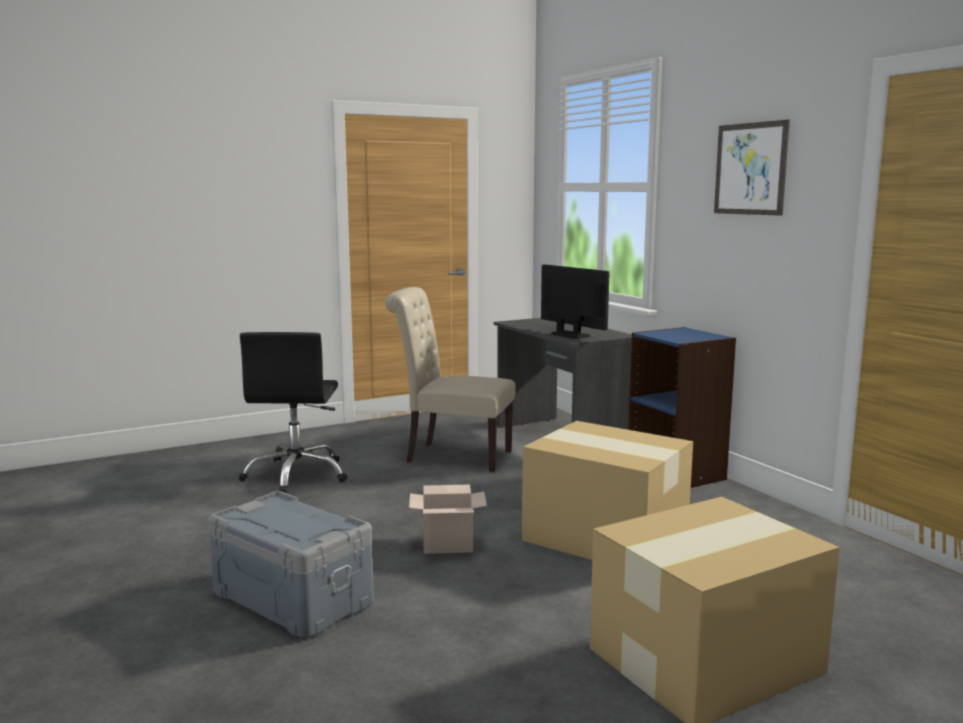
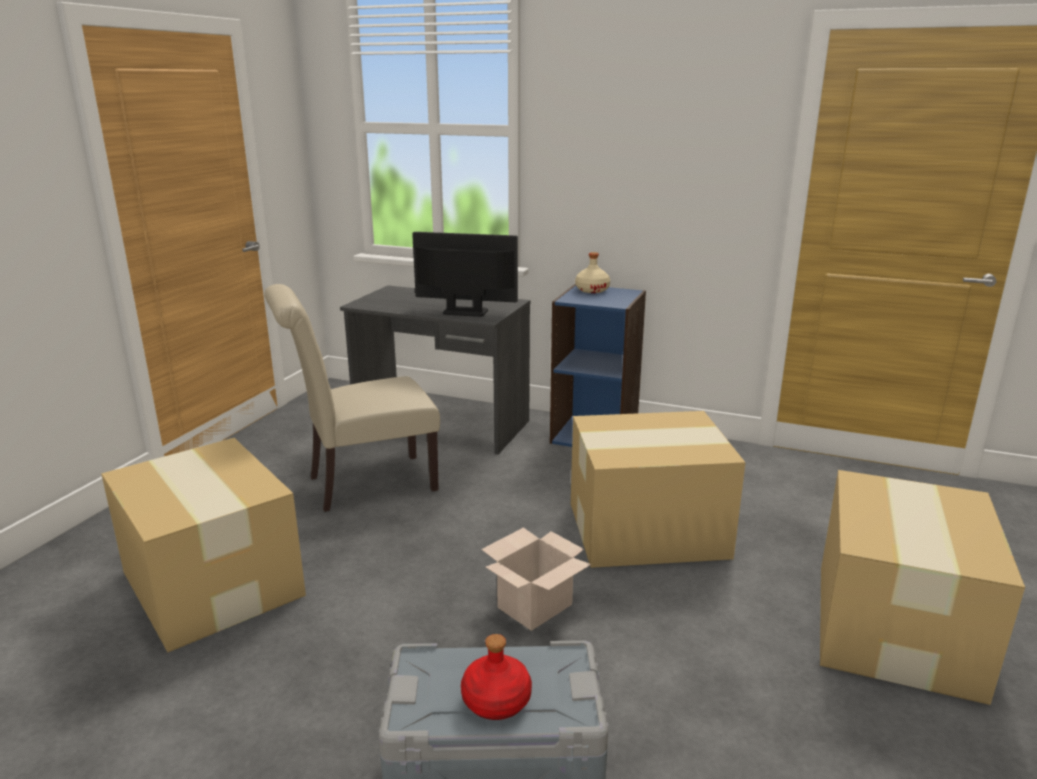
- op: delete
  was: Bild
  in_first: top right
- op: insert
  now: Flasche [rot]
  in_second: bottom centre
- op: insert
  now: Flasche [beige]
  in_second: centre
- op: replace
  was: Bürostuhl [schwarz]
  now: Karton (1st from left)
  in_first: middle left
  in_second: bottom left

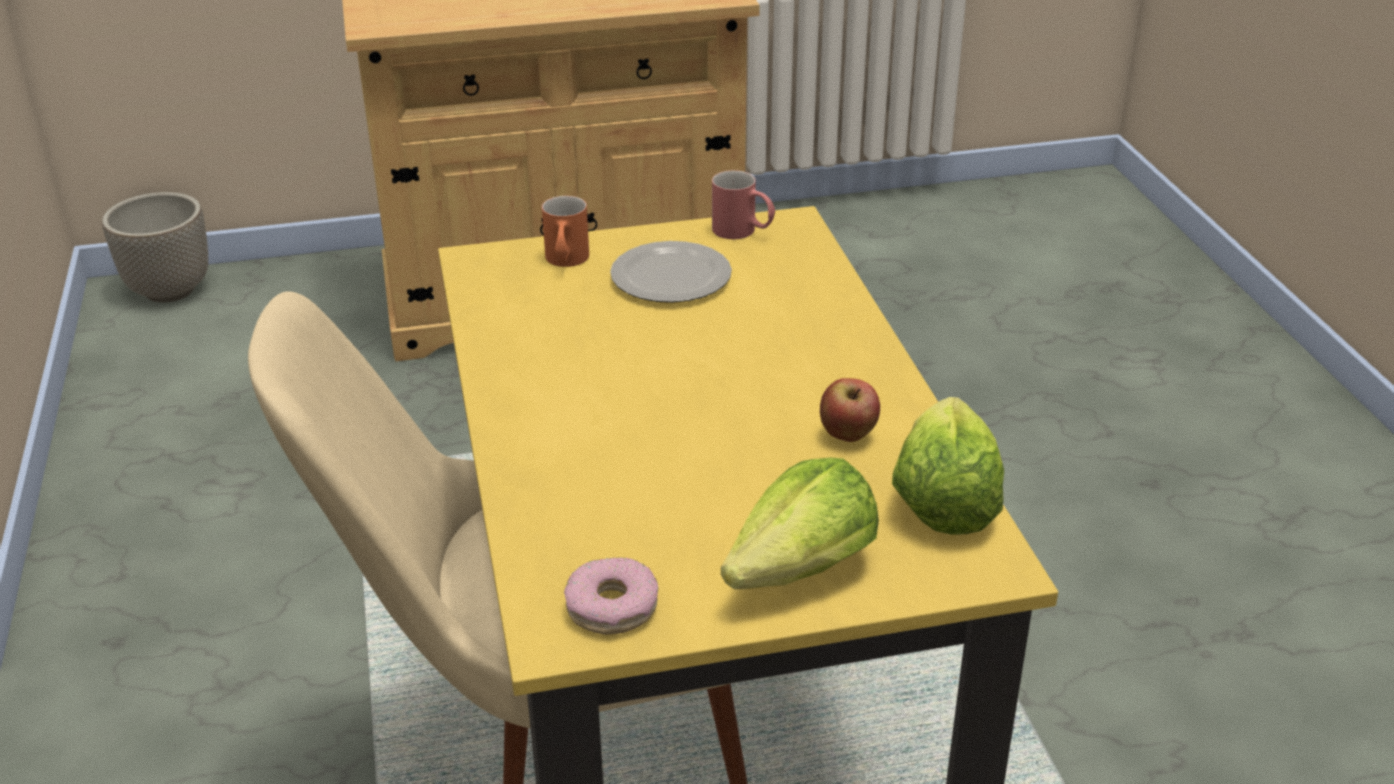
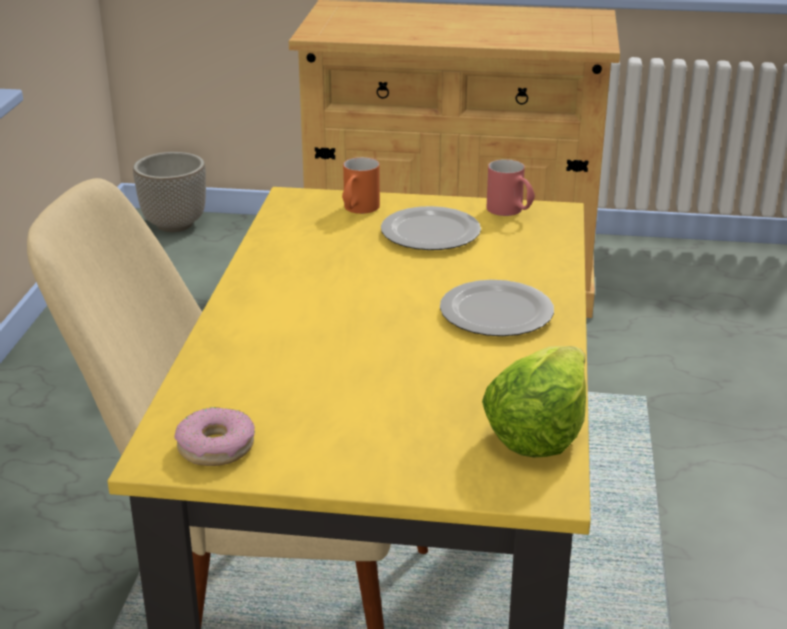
- op: delete
  was: Salatkopf (1st from left)
  in_first: bottom centre
- op: delete
  was: Apfel
  in_first: centre
- op: insert
  now: Teller (2nd from left)
  in_second: centre

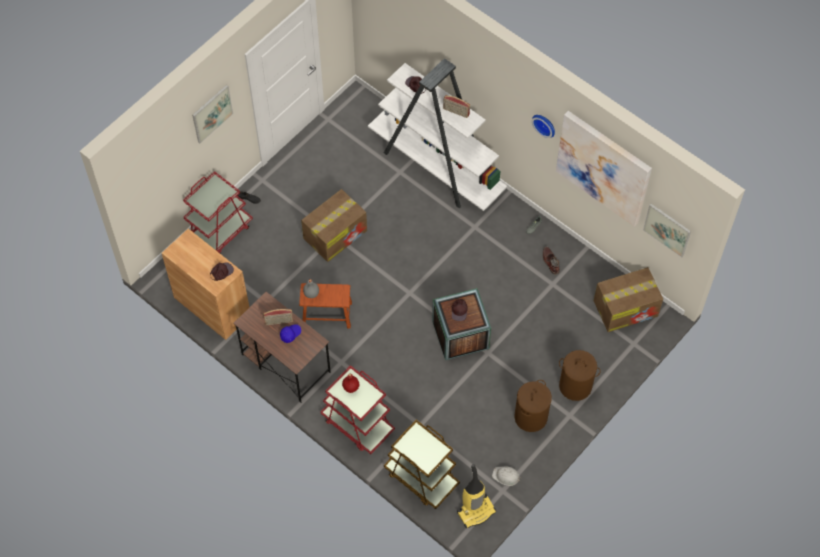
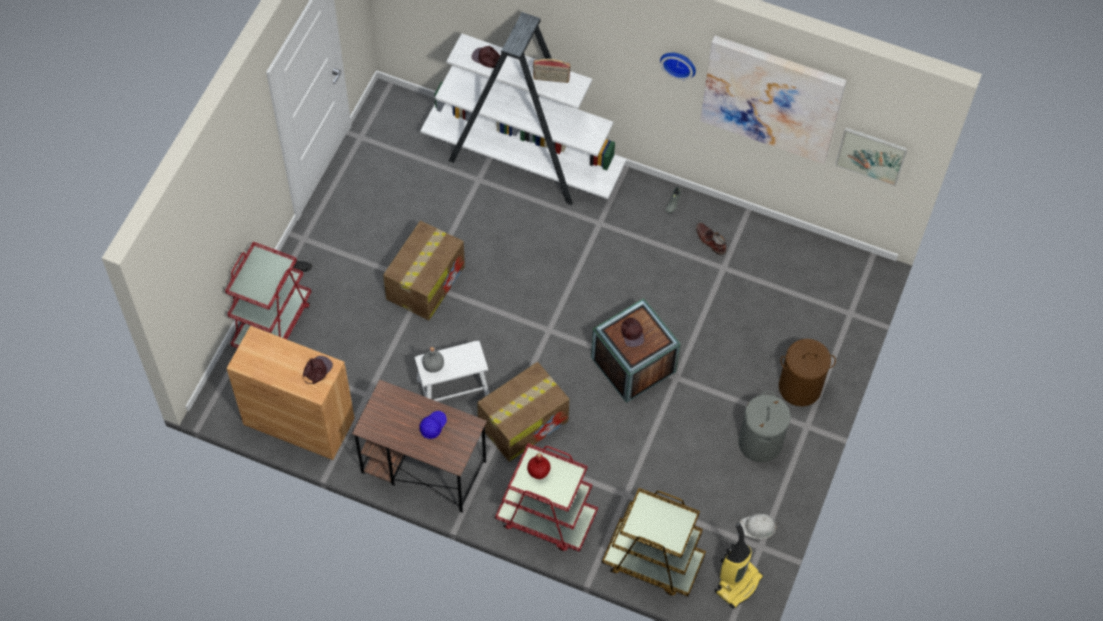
- op: delete
  was: Bild (1st from left)
  in_first: top left
- op: delete
  was: Radio (1st from left)
  in_first: centre
- op: move
  was: Karton (2nd from left)
  in_first: middle right
  in_second: centre
- op: recolor
  was: Hocker [braun]
  now: Hocker [weiß]
  in_first: centre
  in_second: centre
- op: recolor
  was: Wäschekorb [braun] (1st from left)
  now: Wäschekorb [grau]
  in_first: bottom centre
  in_second: bottom right

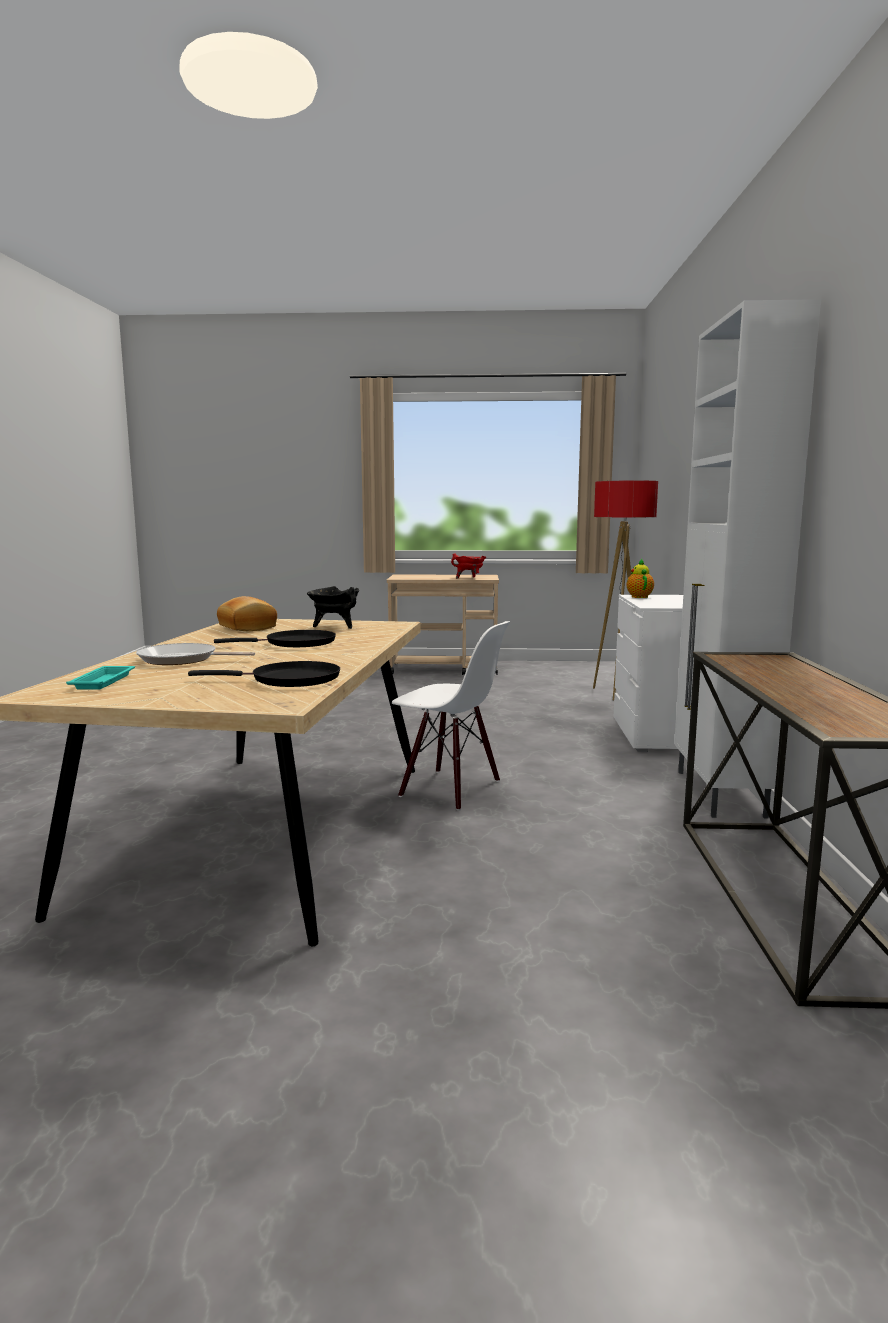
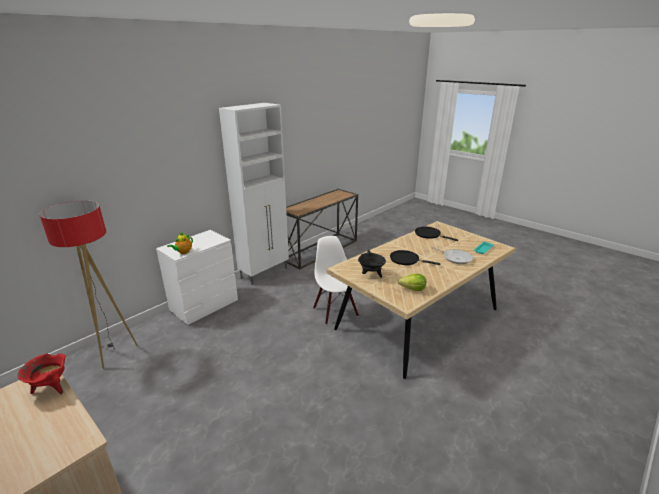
- op: replace
  was: Brot
  now: Salatkopf
  in_first: middle left
  in_second: centre

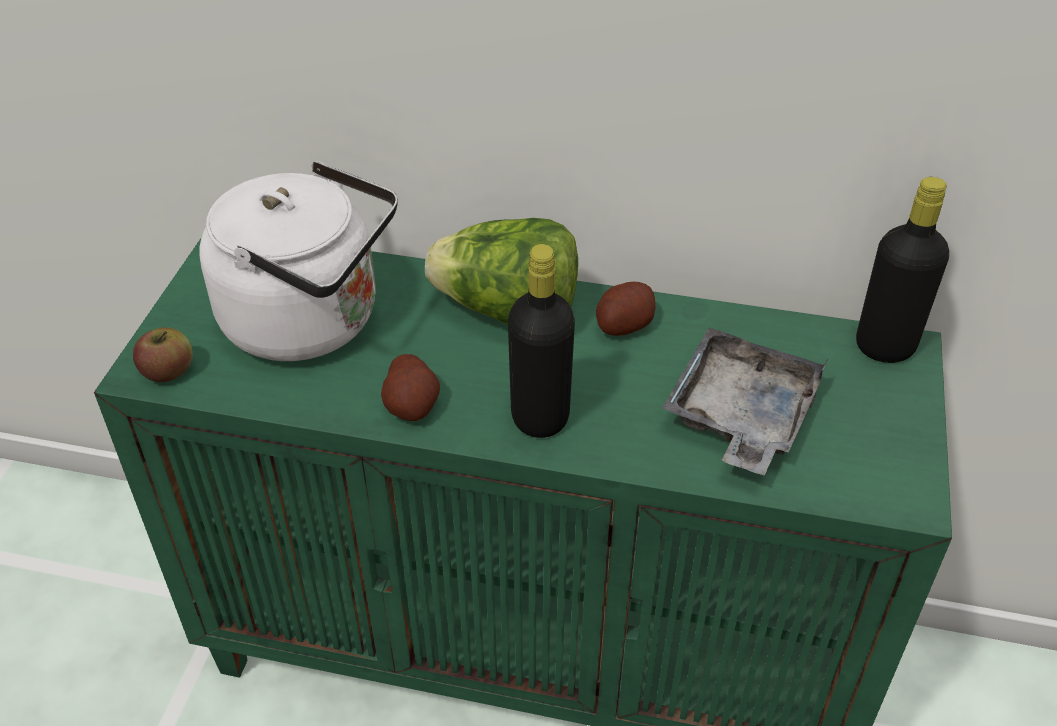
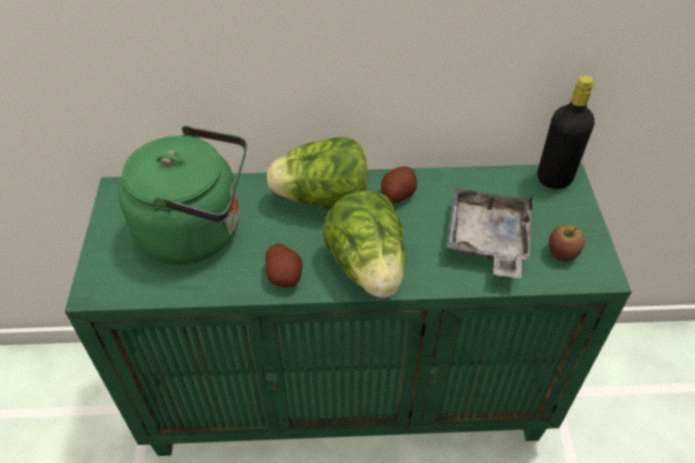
- op: move
  was: Apfel
  in_first: middle left
  in_second: middle right
- op: replace
  was: Flasche [schwarz] (1st from left)
  now: Salatkopf (2nd from left)
  in_first: centre
  in_second: centre
- op: recolor
  was: Wasserkessel [weiß]
  now: Wasserkessel [grün]
  in_first: middle left
  in_second: middle left

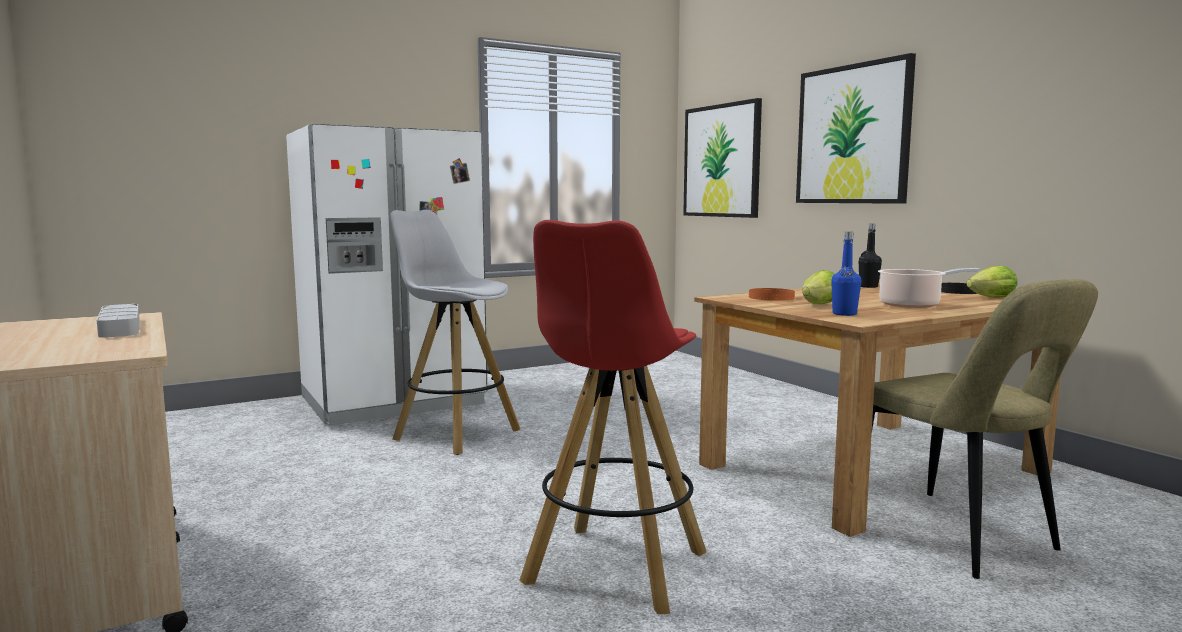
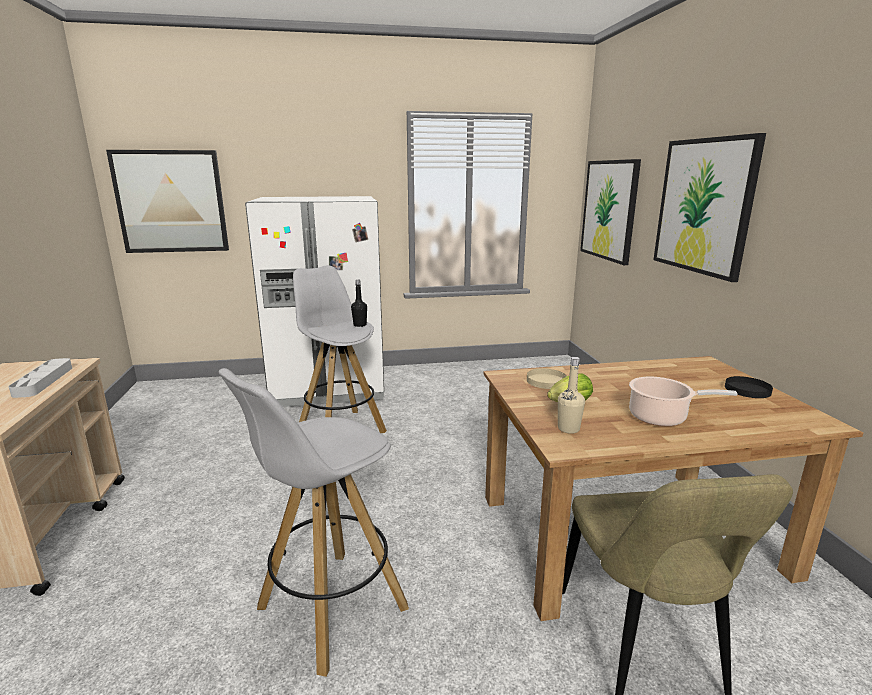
- op: delete
  was: Salatkopf (2nd from left)
  in_first: middle right
- op: insert
  now: Bild (1st from left)
  in_second: top left
- op: move
  was: Flasche [schwarz]
  in_first: middle right
  in_second: centre
- op: recolor
  was: Hocker [rot]
  now: Hocker [weiß] (1st from left)
  in_first: centre
  in_second: bottom centre
- op: recolor
  was: Teller [orange]
  now: Teller [beige]
  in_first: centre
  in_second: centre
- op: recolor
  was: Flasche [blau]
  now: Flasche [beige]
  in_first: middle right
  in_second: centre

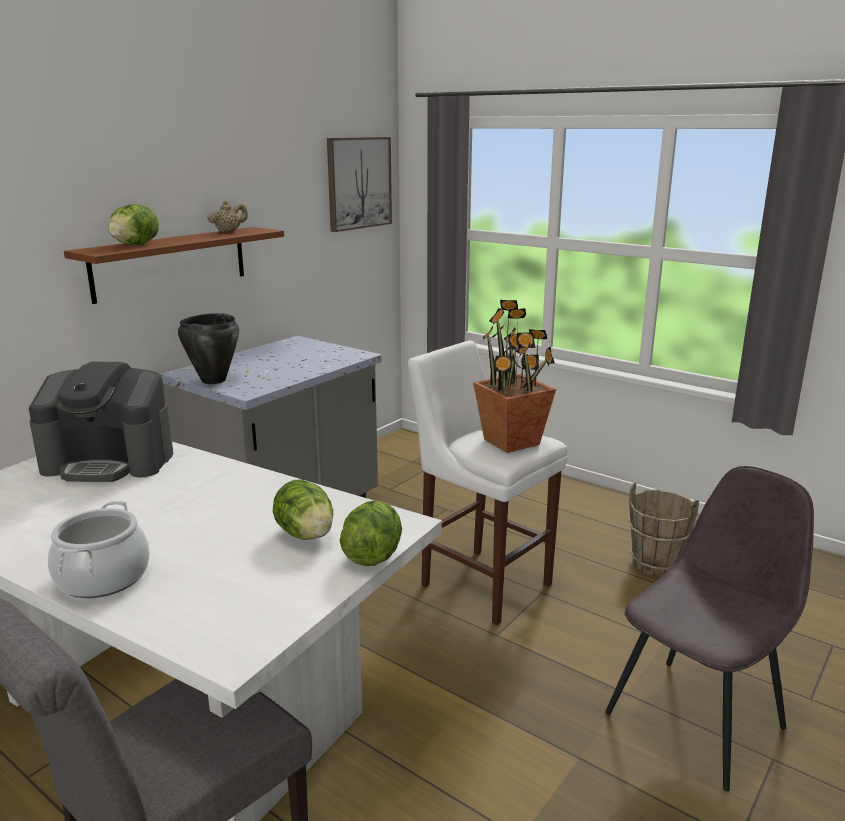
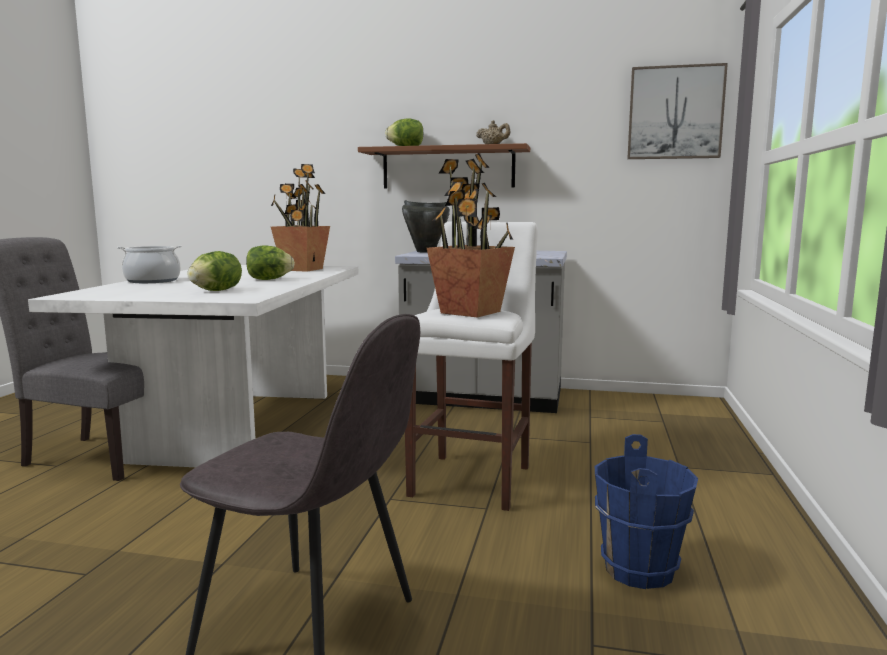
- op: move
  was: Salatkopf (3rd from left in the first image)
  now: Salatkopf (2nd from left)
  in_first: centre
  in_second: middle left
- op: replace
  was: Kaffeemaschine
  now: Topfpflanze (1st from left)
  in_first: middle left
  in_second: top centre
- op: recolor
  was: Eimer [braun]
  now: Eimer [blau]
  in_first: middle right
  in_second: bottom right

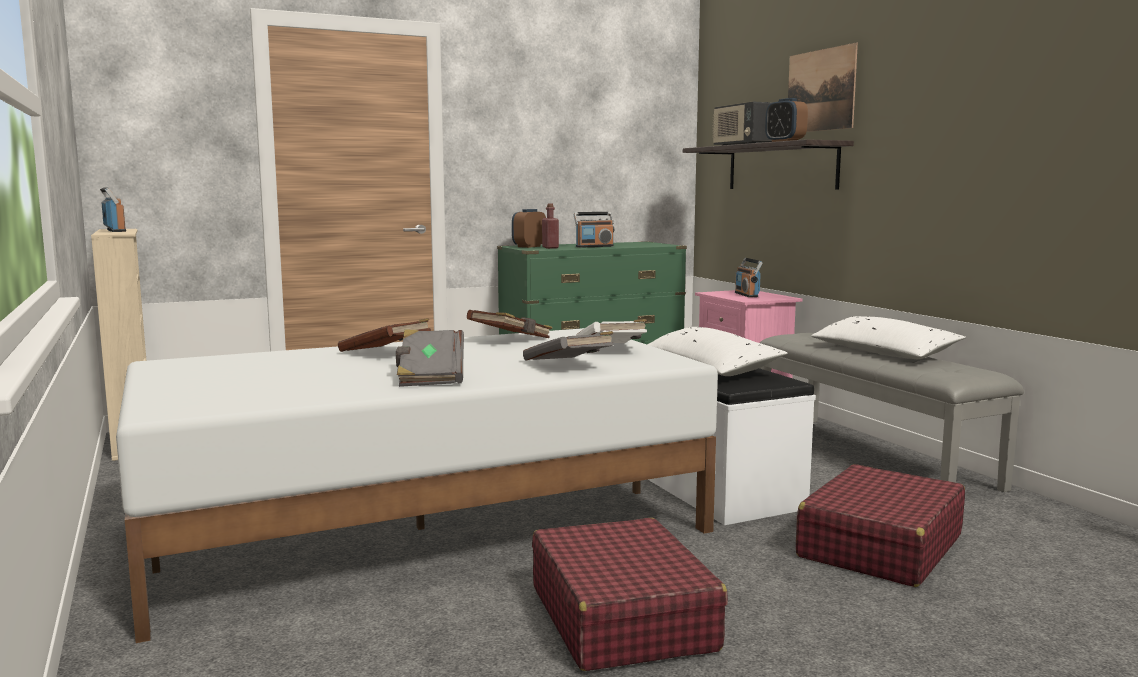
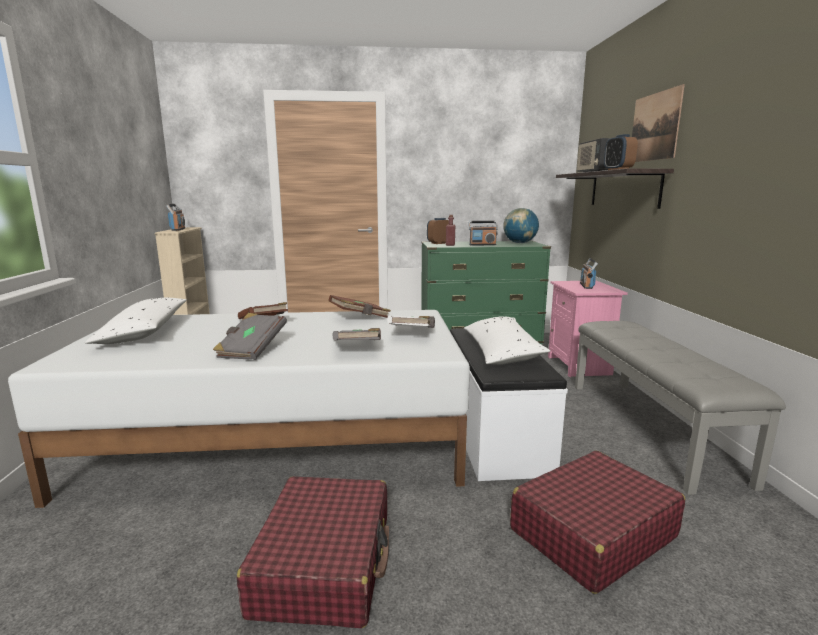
- op: insert
  now: Globus
  in_second: centre
- op: move
  was: Kissen [weiß] (2nd from left in the first image)
  now: Kissen [weiß] (1st from left)
  in_first: middle right
  in_second: middle left

